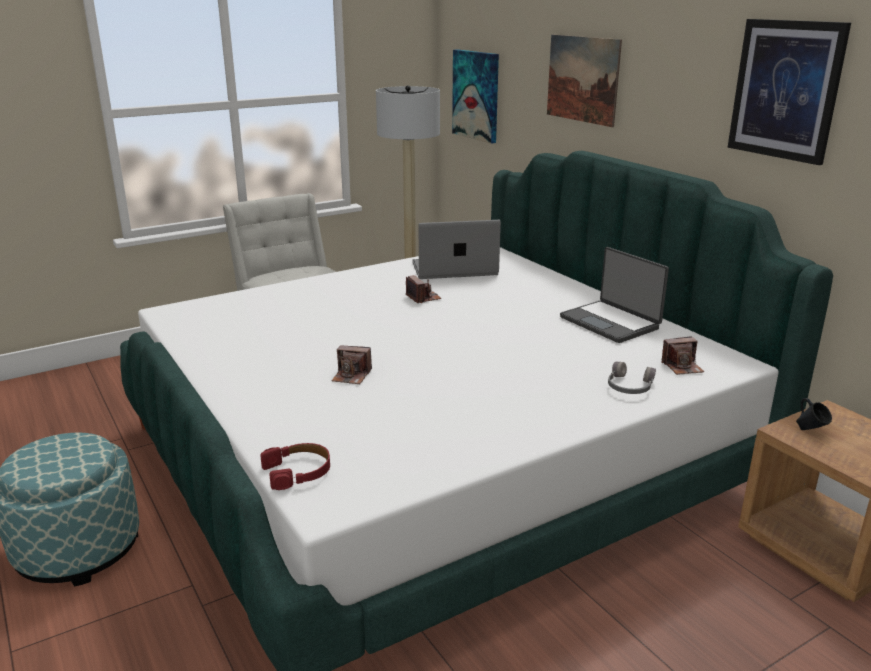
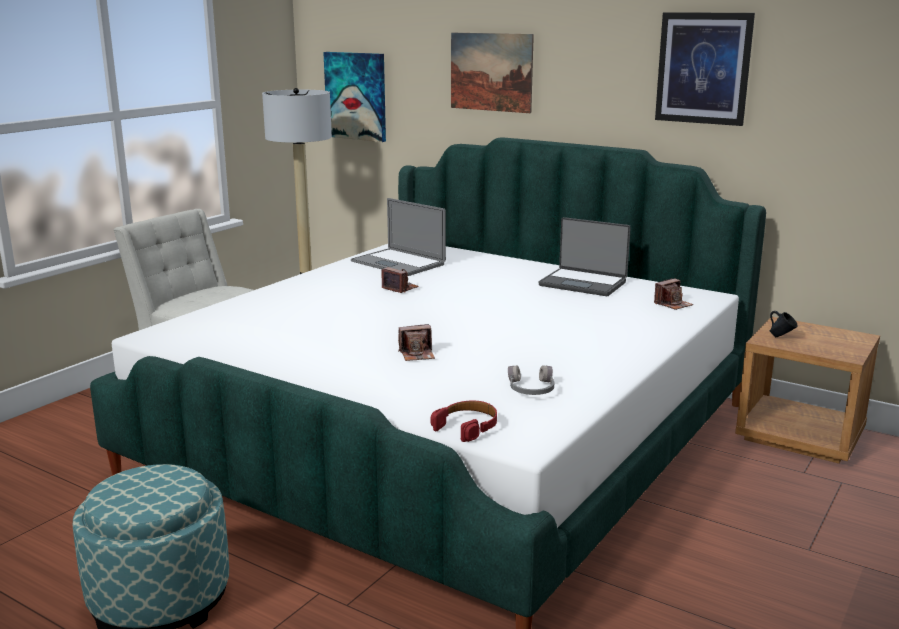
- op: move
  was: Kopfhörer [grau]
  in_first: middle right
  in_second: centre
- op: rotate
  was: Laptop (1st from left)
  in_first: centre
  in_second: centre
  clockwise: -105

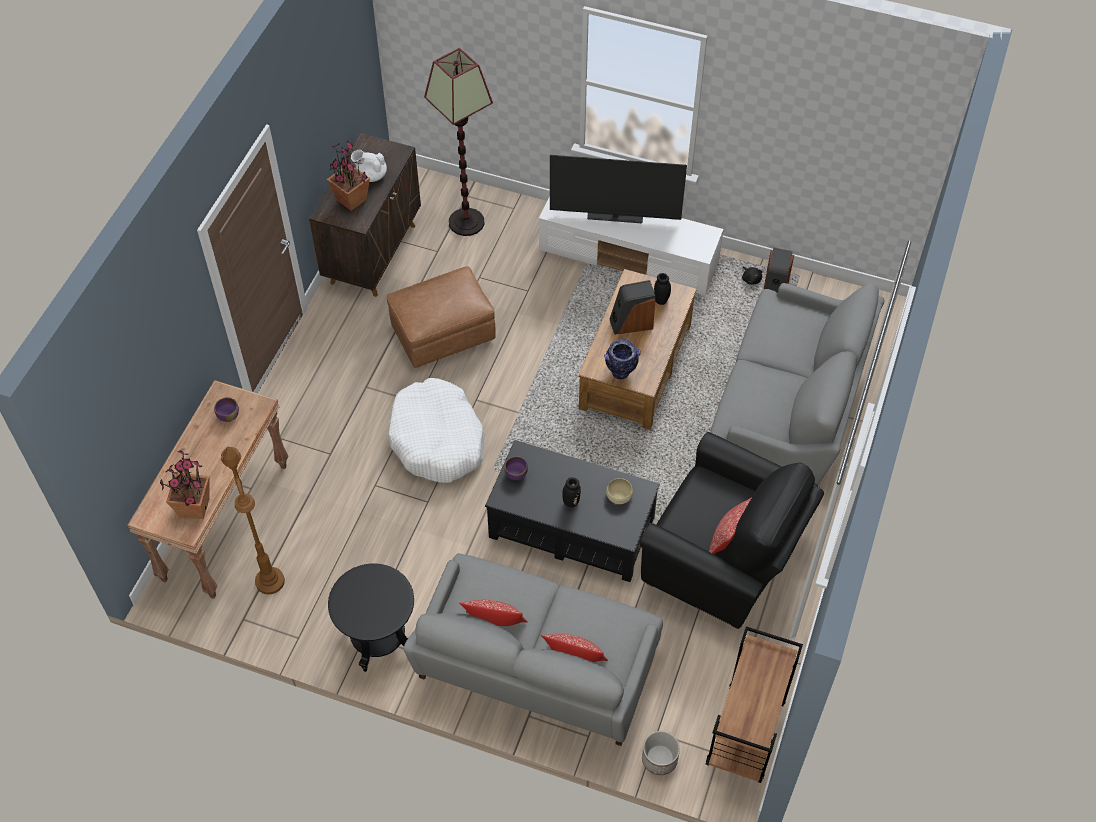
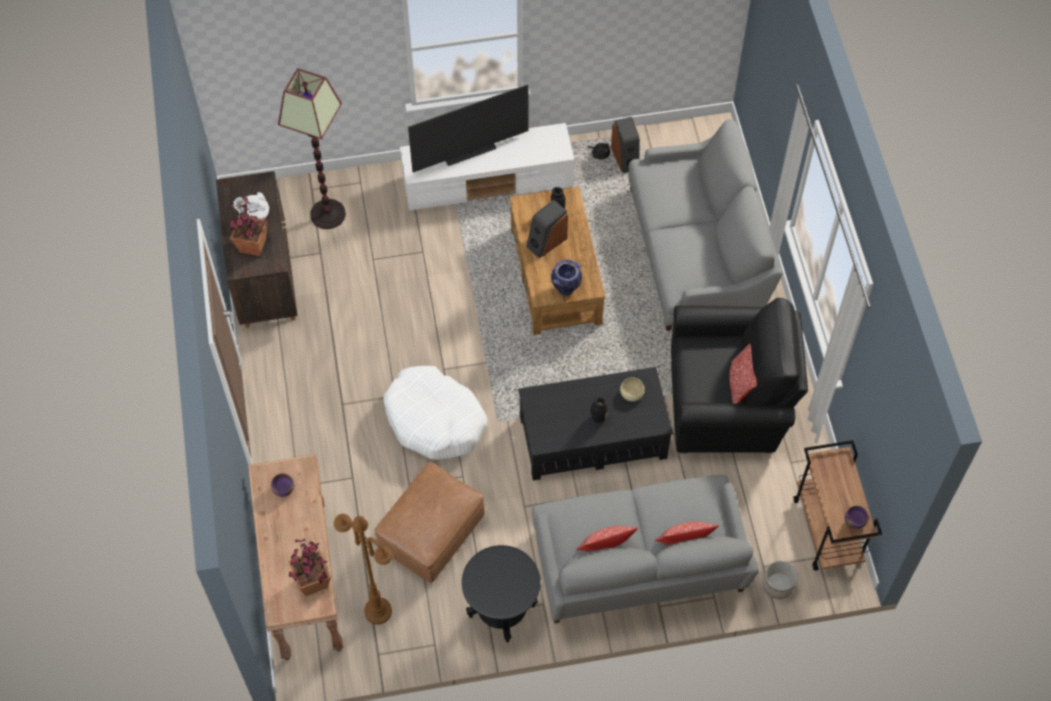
- op: move
  was: Polsterhocker [braun]
  in_first: centre
  in_second: bottom centre
- op: move
  was: Schüssel [lila] (2nd from left)
  in_first: centre
  in_second: bottom right

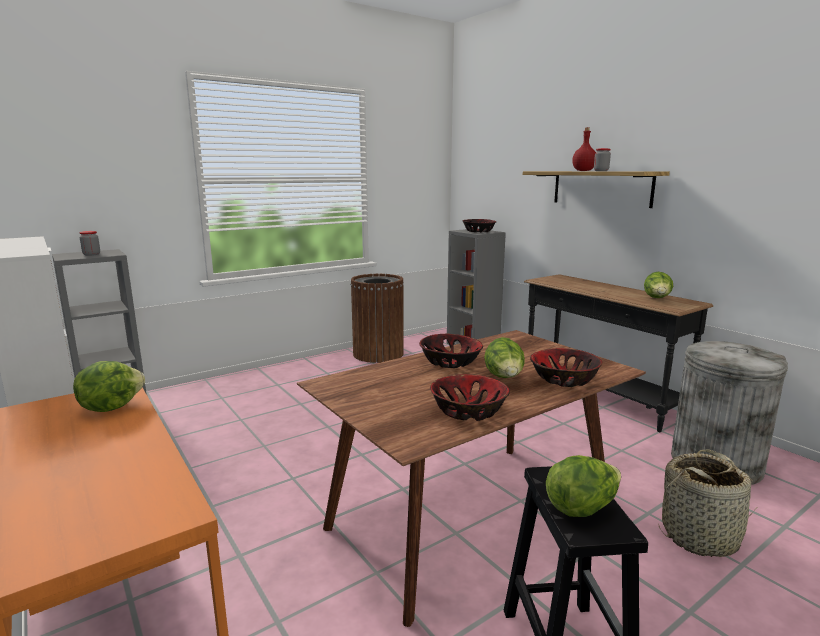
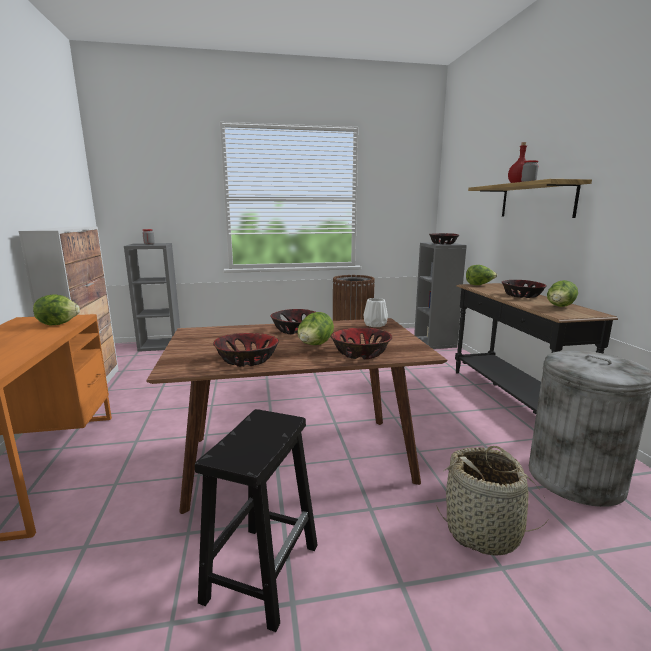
- op: insert
  now: Vase [weiß]
  in_second: centre
- op: insert
  now: Schüssel (5th from left)
  in_second: middle right
- op: move
  was: Salatkopf (3rd from left)
  in_first: bottom right
  in_second: middle right

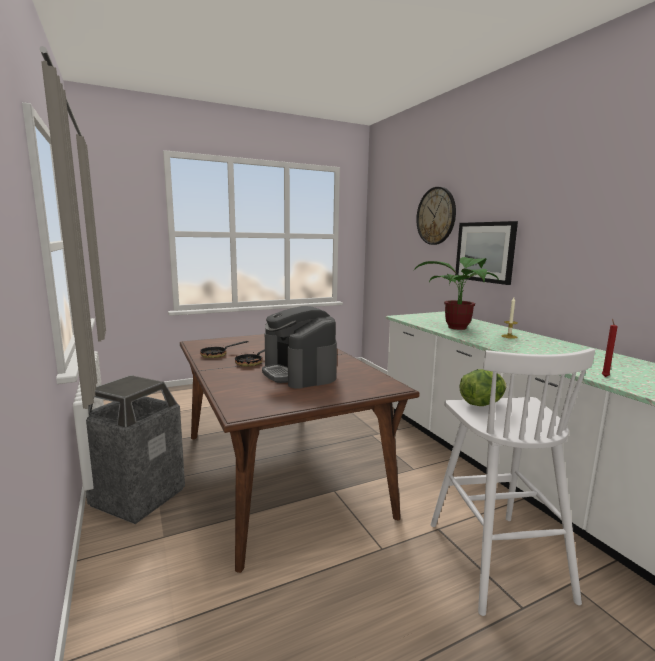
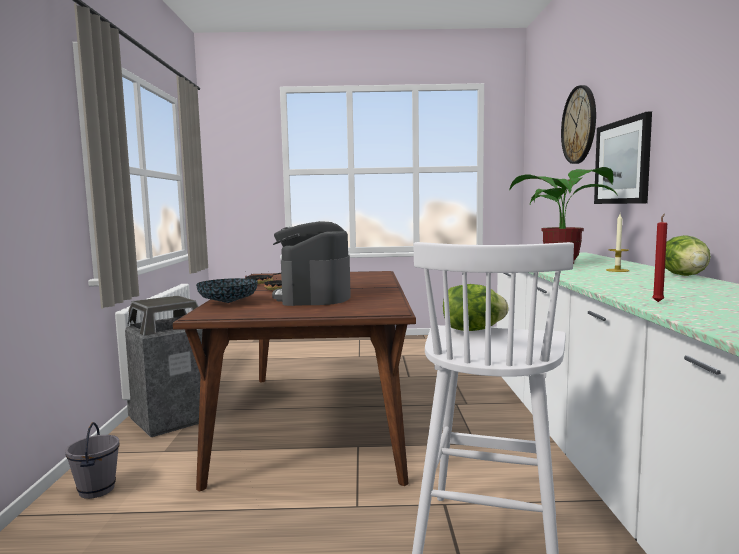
- op: insert
  now: Eimer [grau]
  in_second: bottom left
- op: insert
  now: Schüssel
  in_second: middle left
- op: insert
  now: Salatkopf (2nd from left)
  in_second: middle right

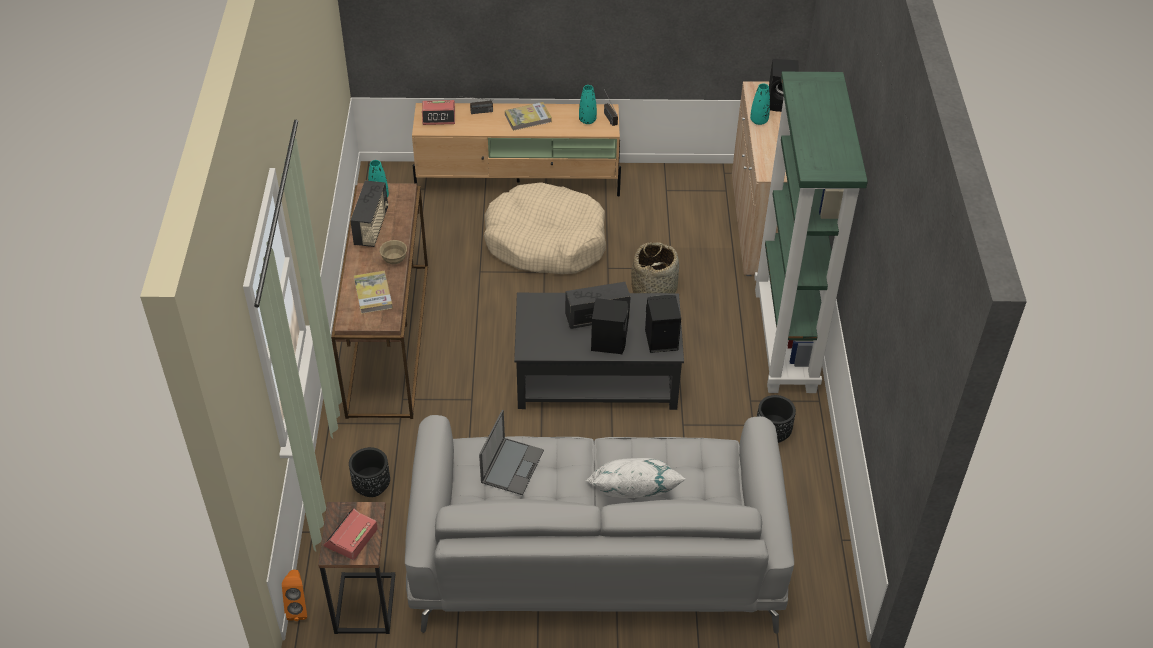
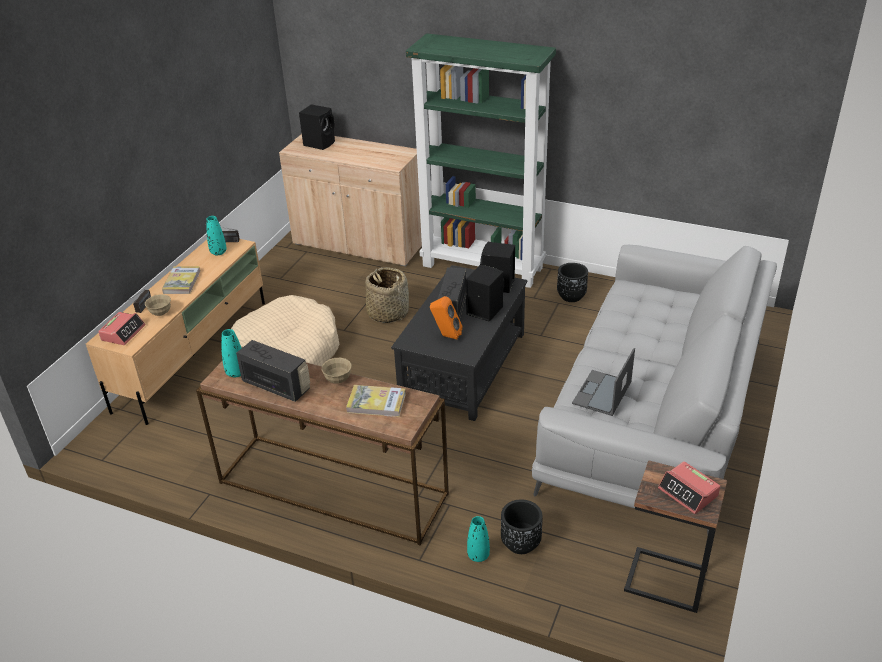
- op: delete
  was: Kissen [weiß]
  in_first: bottom centre
- op: insert
  now: Schüssel [beige] (1st from left)
  in_second: middle left
- op: move
  was: Lautsprecher [orange]
  in_first: bottom left
  in_second: centre
- op: move
  was: Vase [türkis] (3rd from left)
  in_first: top centre
  in_second: bottom centre
- op: rotate
  was: Laptop
  in_first: bottom centre
  in_second: middle right
  clockwise: -105

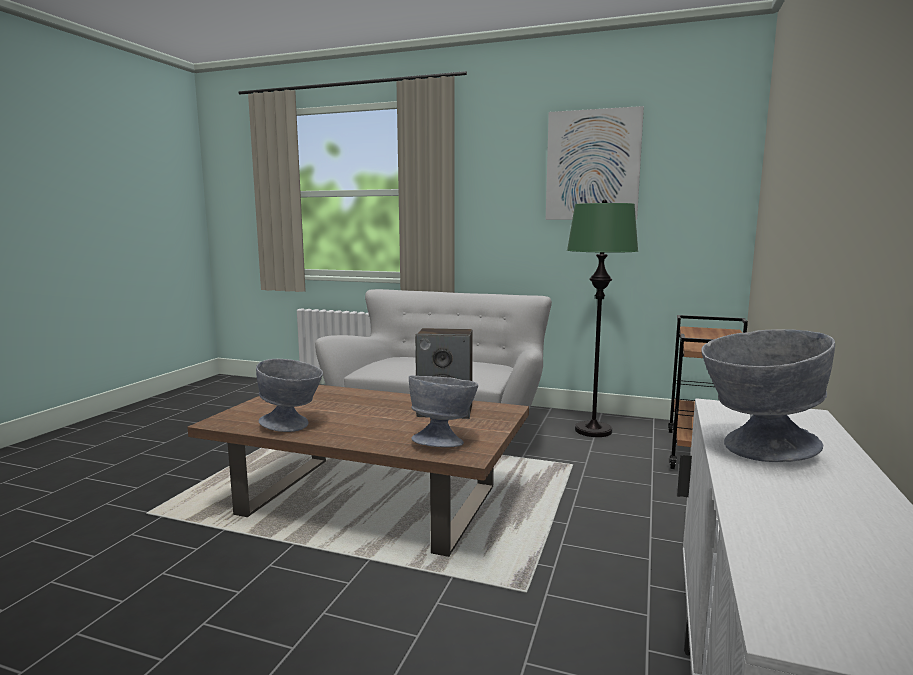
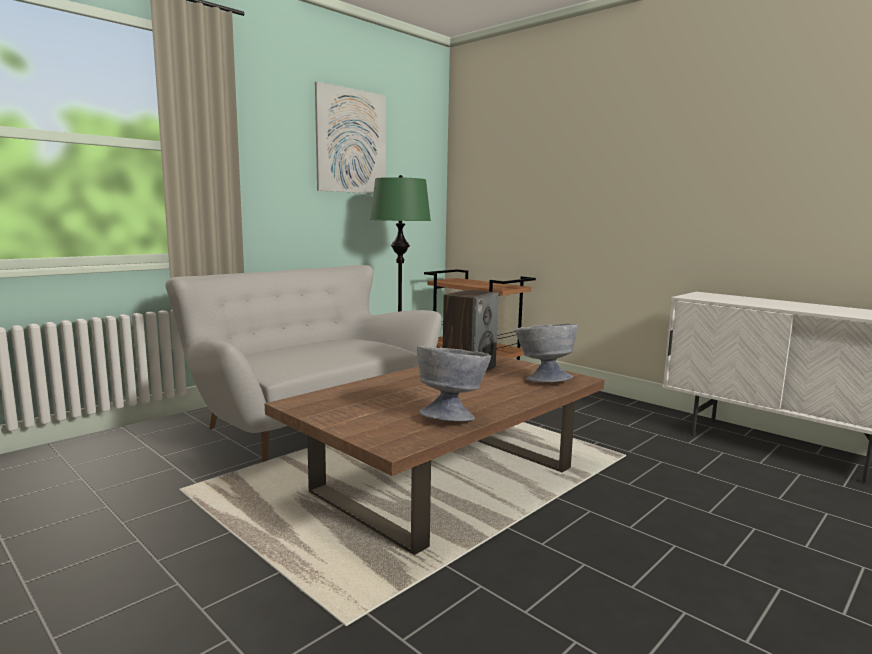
- op: delete
  was: Schüssel [grau] (3rd from left)
  in_first: middle right

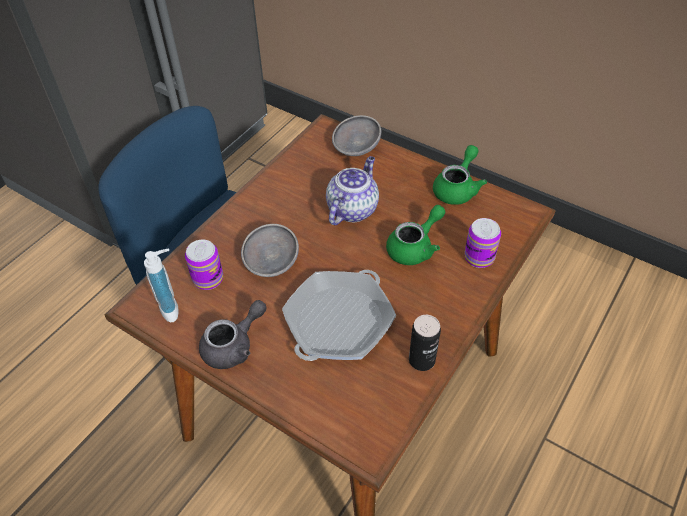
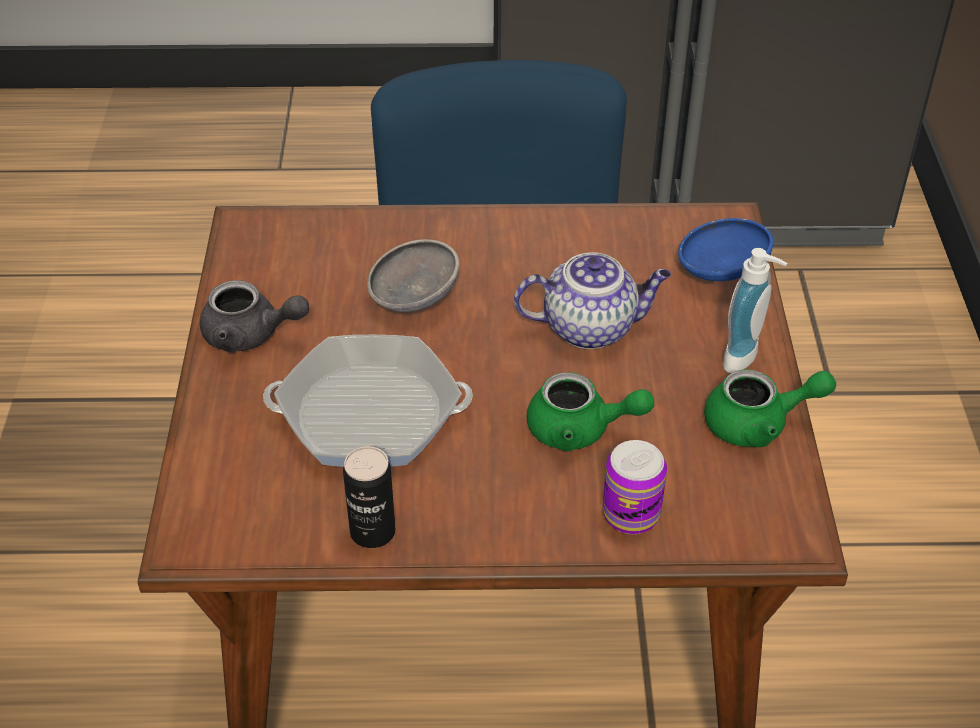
- op: delete
  was: Dose (1st from left)
  in_first: middle left
- op: move
  was: Seifenspender
  in_first: middle left
  in_second: middle right
- op: recolor
  was: Schüssel [grau] (2nd from left)
  now: Schüssel [blau]
  in_first: top centre
  in_second: middle right

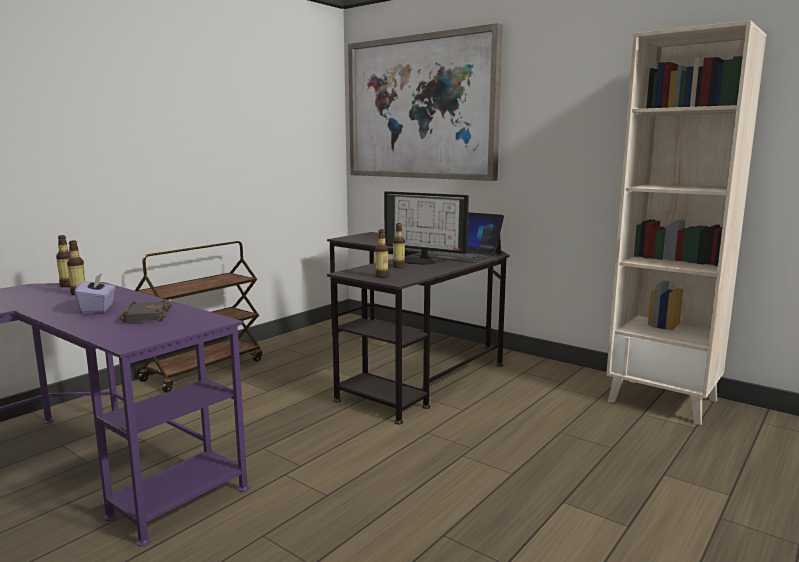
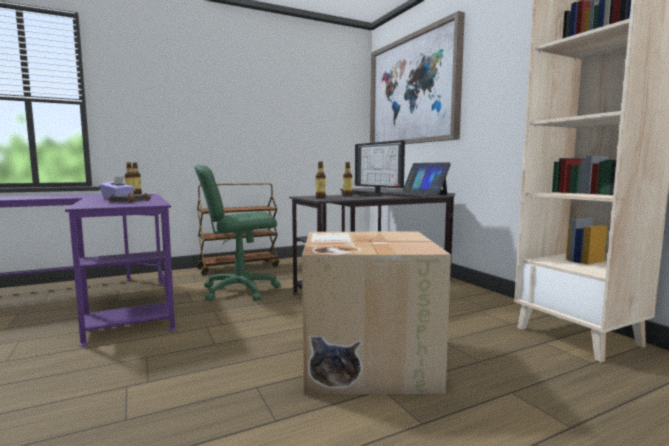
- op: insert
  now: Bürostuhl [grün]
  in_second: centre
- op: insert
  now: Karton
  in_second: bottom centre

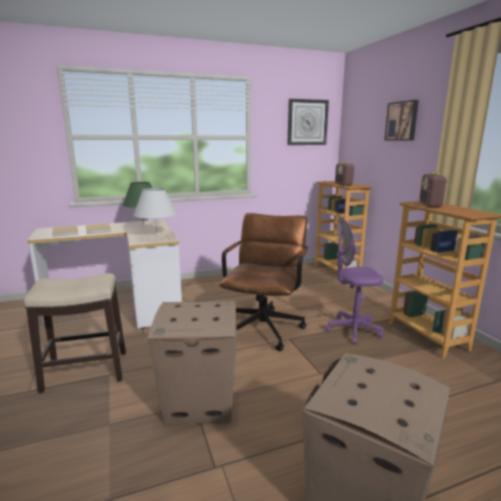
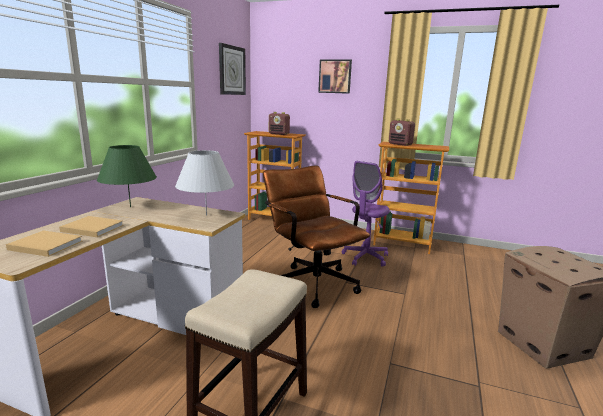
- op: delete
  was: Karton (1st from left)
  in_first: bottom centre

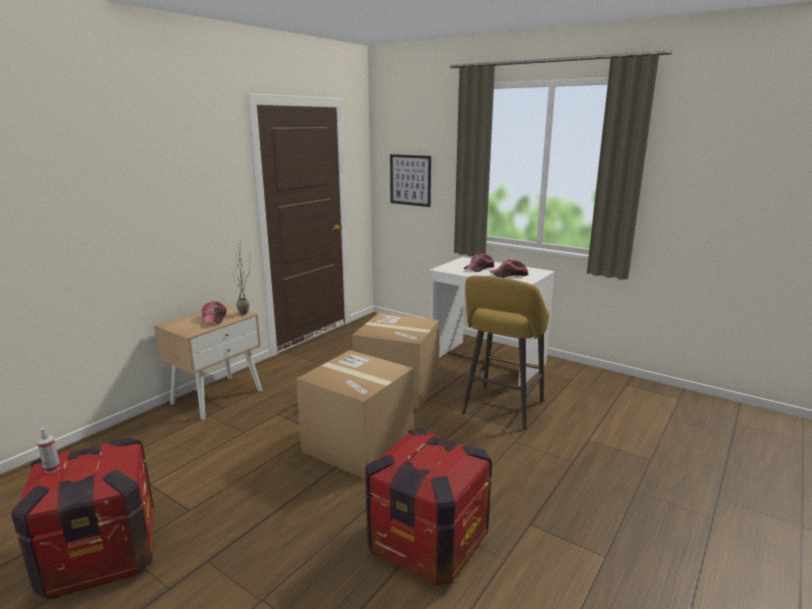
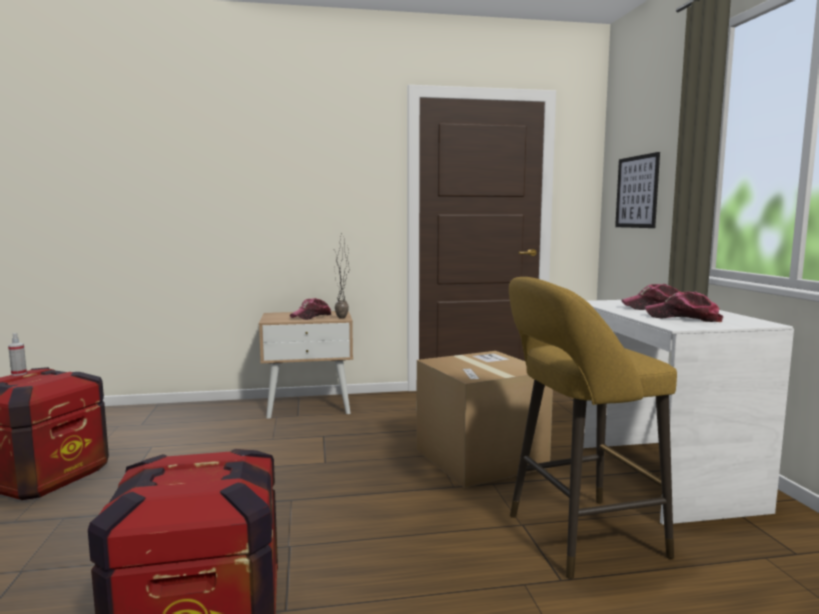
- op: delete
  was: Karton (1st from left)
  in_first: bottom centre

